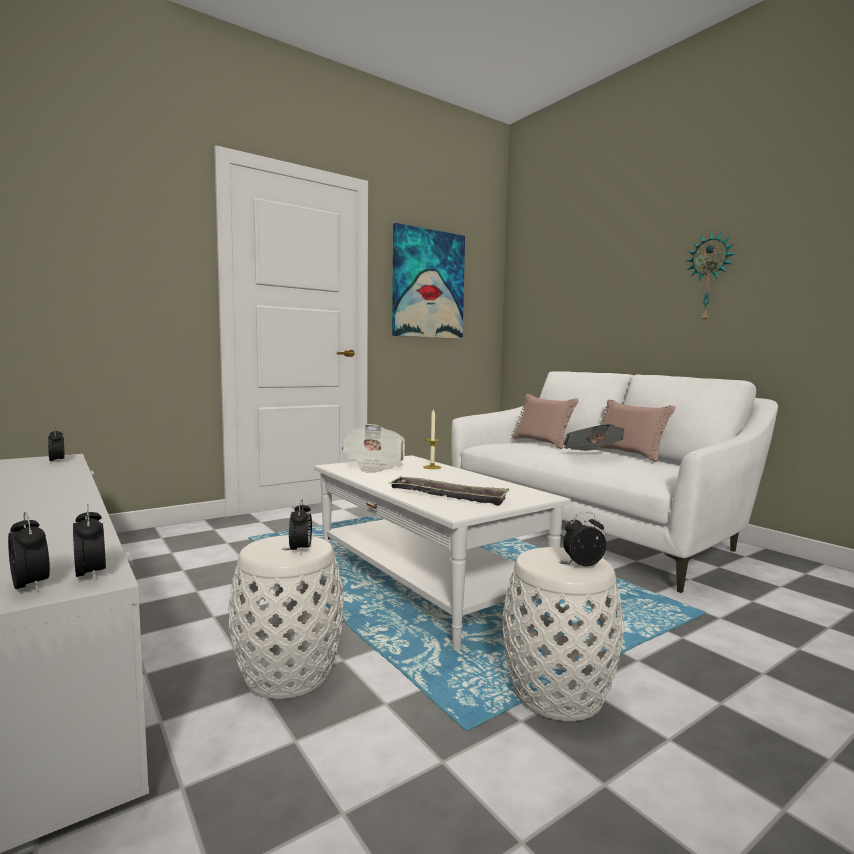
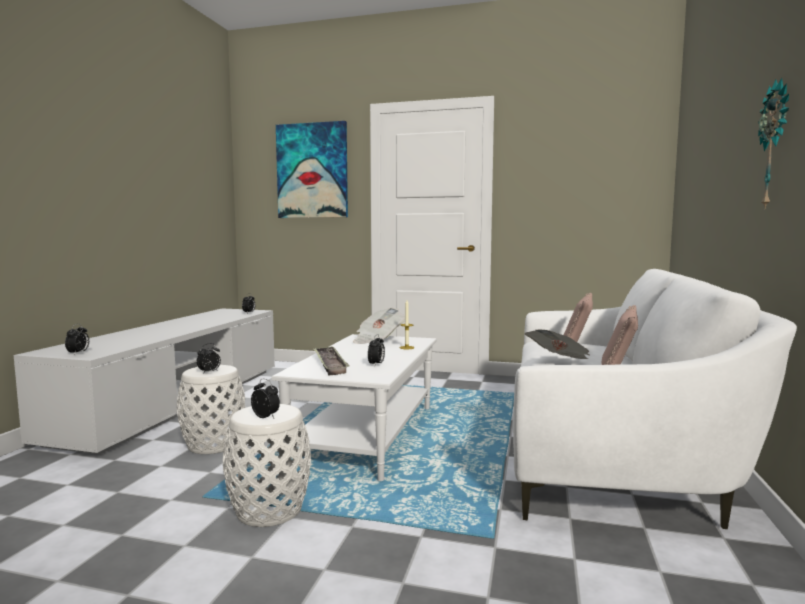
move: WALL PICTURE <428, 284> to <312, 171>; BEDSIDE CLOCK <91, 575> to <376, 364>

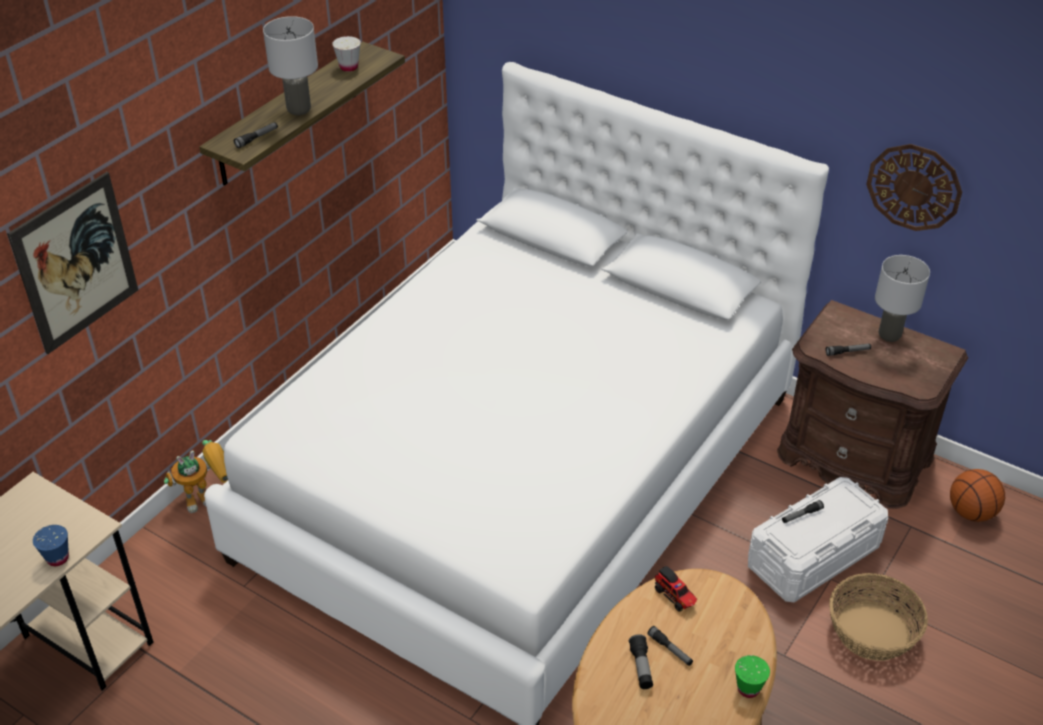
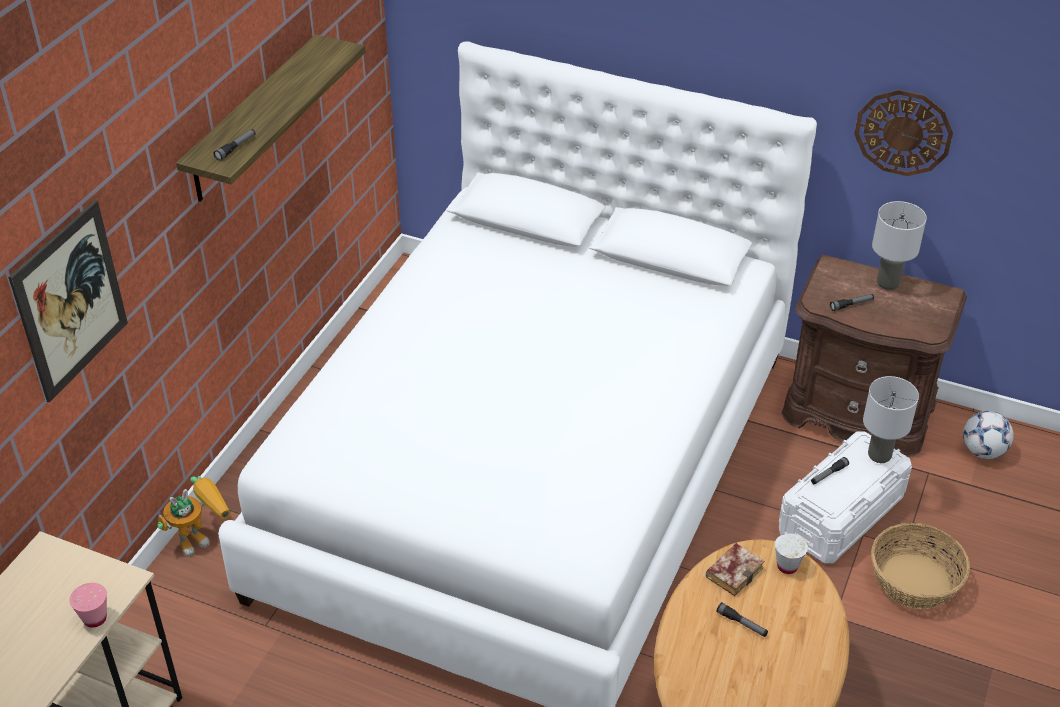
delete: FLASHLIGHT <641, 667>; GREEN CUP <748, 689>
move: WHITE-COLOURED CUP <348, 67> to <787, 566>; WHITE-COLOURED TABLE LAMP <299, 111> to <880, 457>
replace: MODEL TRUCK <675, 597> to VOLUME <734, 571>; BALL FOR BASKETBALL <971, 512> to FOOTBALL <983, 451>
recolor: BLUISH CUP <58, 558> to PINK CUP <95, 618>

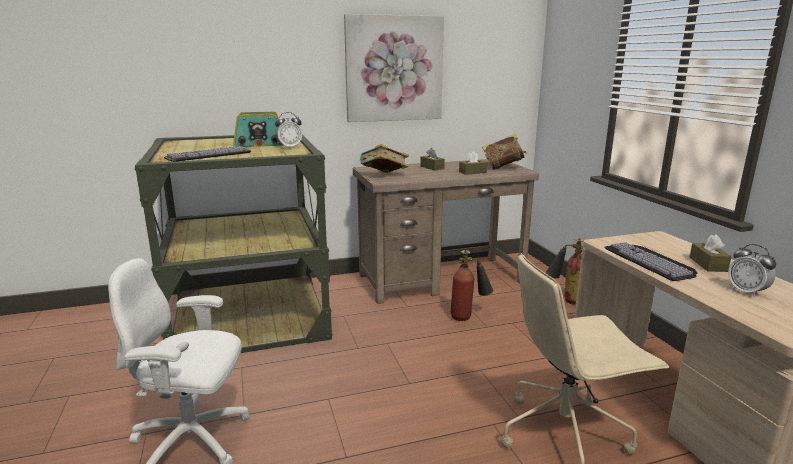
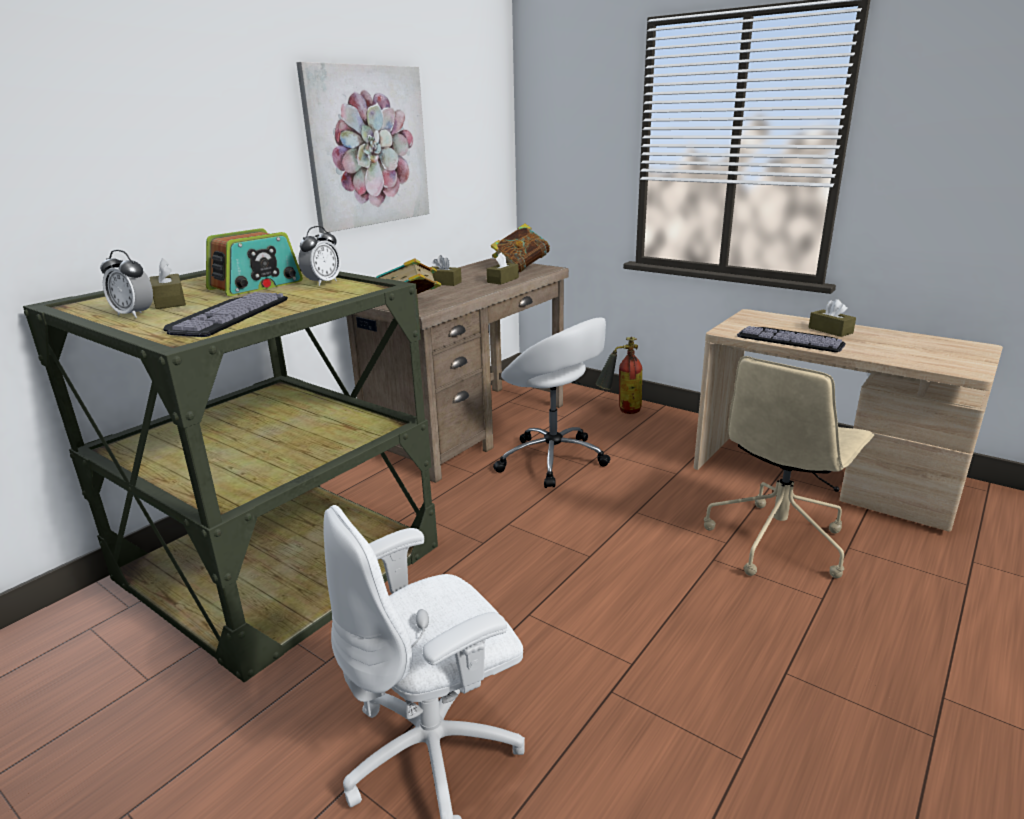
insert: BROWN-COLOURED TISSUE HOLDER <169, 301>
move: BEDSIDE CLOCK <746, 292> to <134, 314>
replace: FIRE-FIGHTING CYLINDER <468, 316> to WHITE-COLOURED OFFICE CHAIR <554, 460>

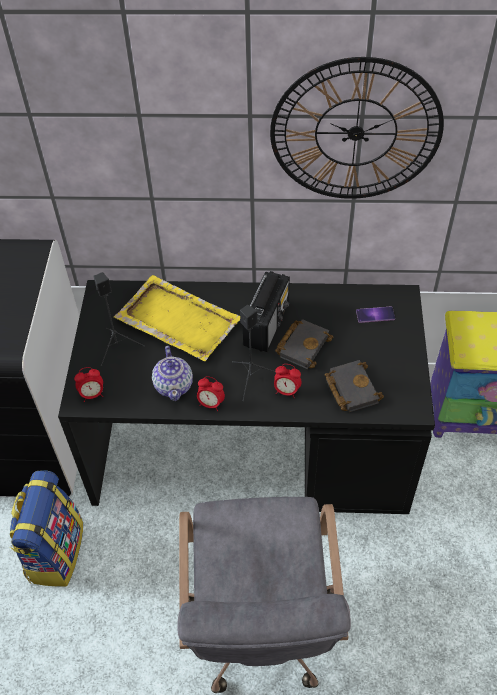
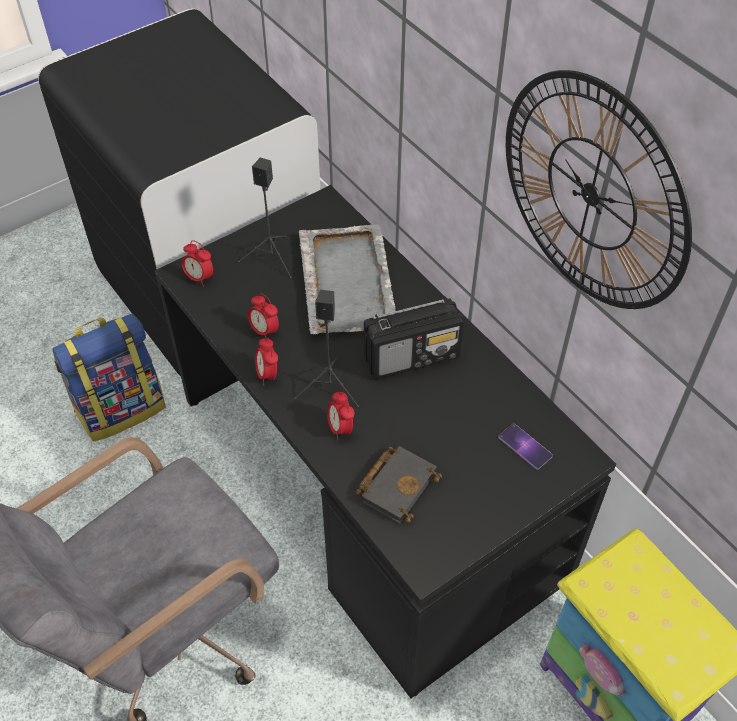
delete: BLACKISH VOLUME <302, 345>
replace: POT FOR TEA <174, 385> to BEDSIDE CLOCK <264, 331>
recolor: YELLOW-COLOURED TRAY <177, 320> to GREY TRAY <347, 281>

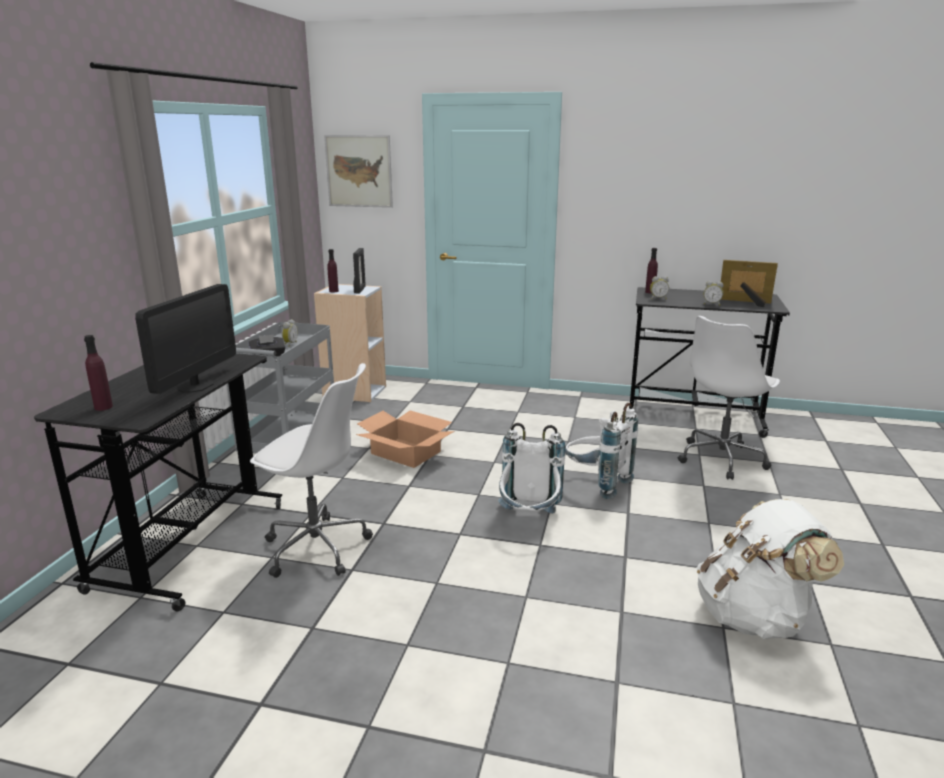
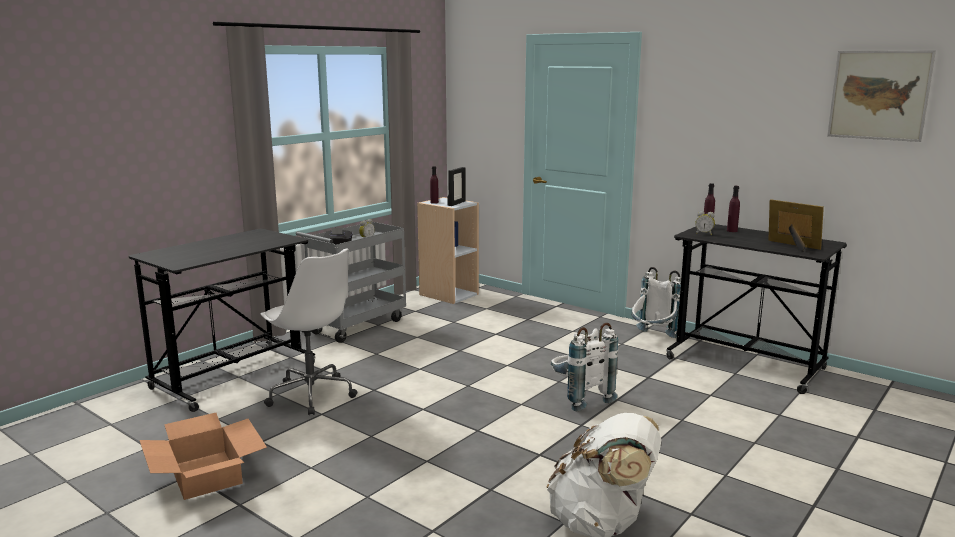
delete: MONITOR <195, 386>; WHITE-COLOURED OFFICE CHAIR <720, 460>; BEDSIDE CLOCK <712, 304>
move: CARTON <406, 452> to <206, 474>; WHITE-COLOURED RUCKSACK <529, 520> to <653, 338>; PURPLE-COLOURED BEVERAGE BOTTLE <103, 407> to <732, 231>; WALL PICTURE <359, 171> to <879, 95>

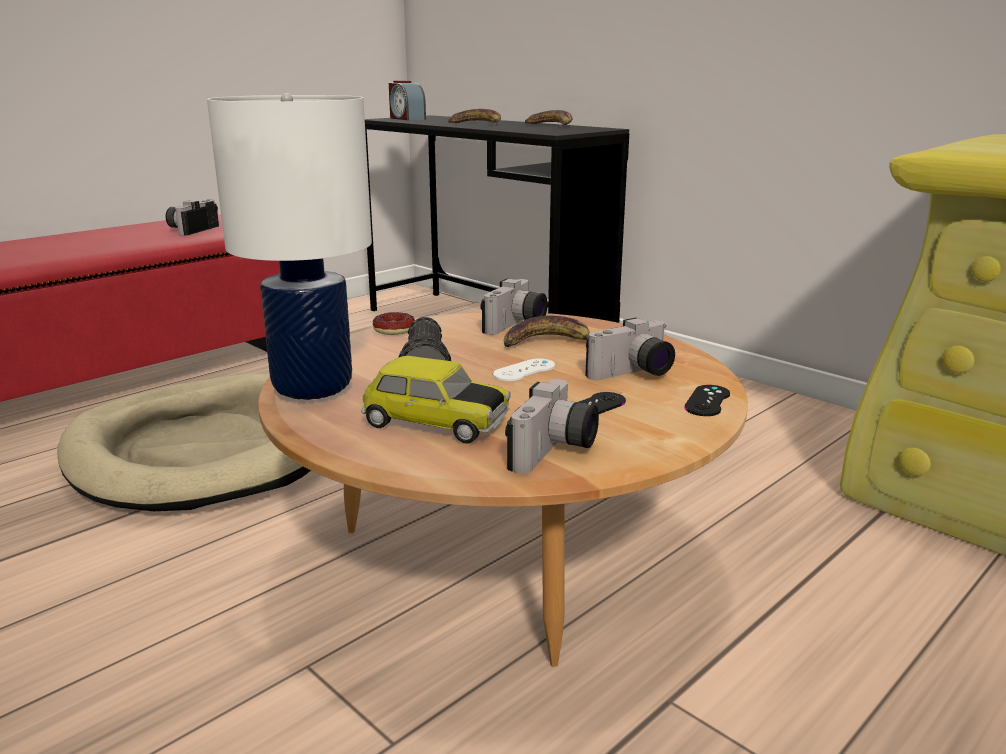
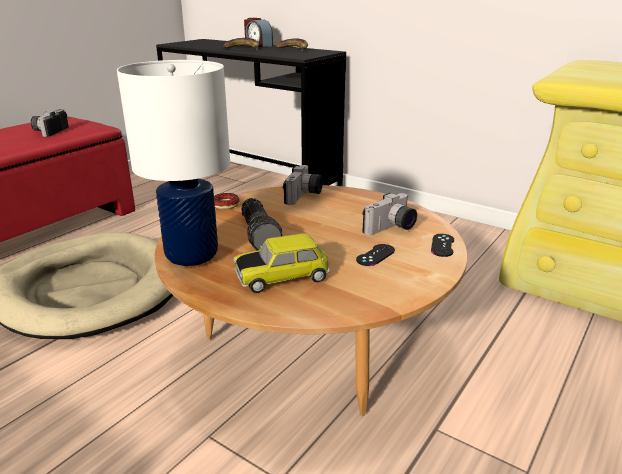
delete: WHITE-COLOURED JOYPAD <524, 370>; WHOLE BANANA <548, 343>; STILL CAMERA <555, 452>
move: BEDSIDE CLOCK <406, 118> to <258, 45>
rotate: MINIATURE CAR <434, 423> = <282, 276> 150 degrees clockwise

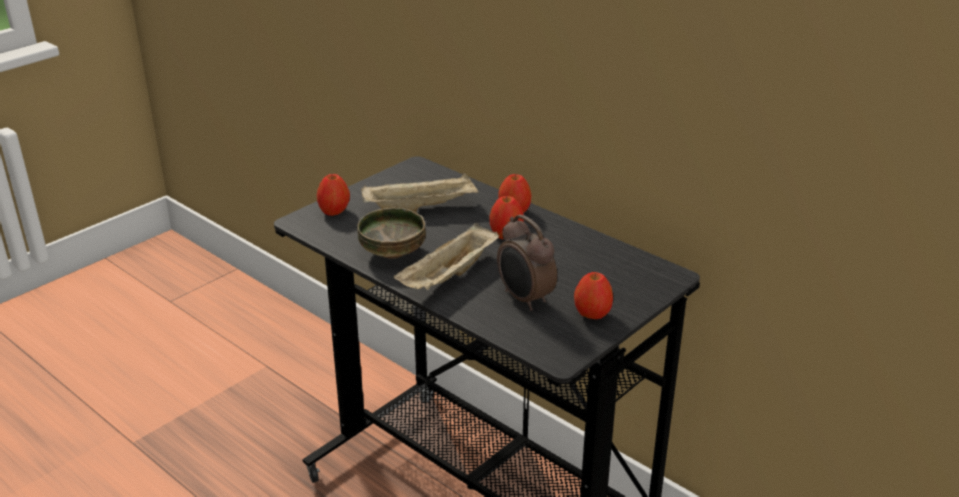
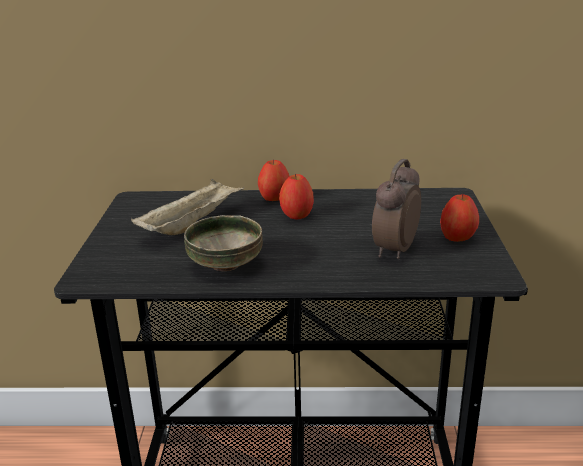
delete: APPLE FRUIT <334, 212>; BEIGE-COLOURED TRAY <449, 277>
rotate: BEDSIDE CLOCK <524, 299> = <393, 250> 105 degrees clockwise

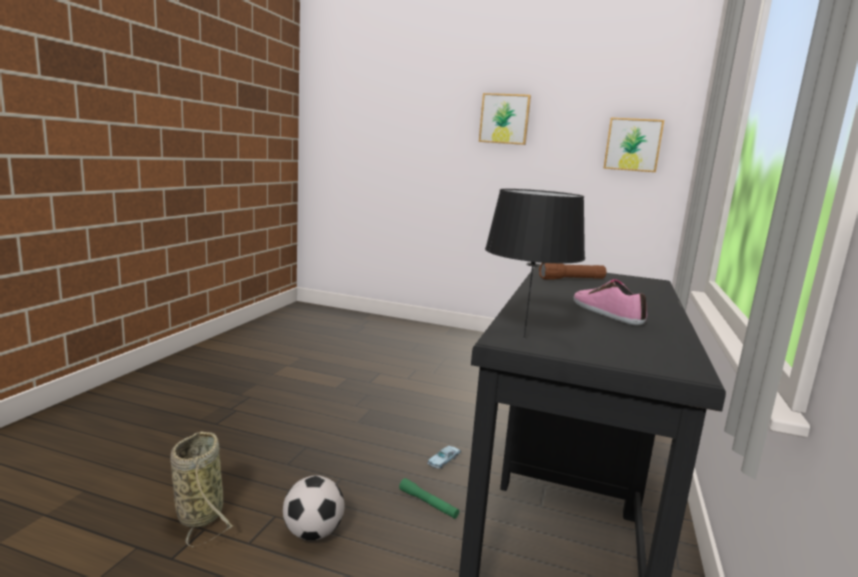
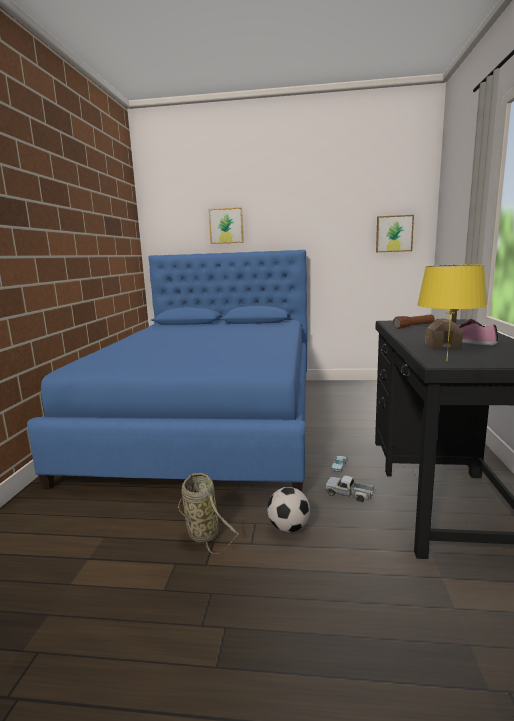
insert: BLUISH BED <210, 419>; MINIATURE HOUSE <442, 346>
move: WALL PICTURE <504, 119> to <226, 226>
replace: GREEN FLASHLIGHT <428, 504> to MODEL TRUCK <349, 494>
recolor: BLACKISH TABLE LAMP <524, 337> to YELLOW-COLOURED TABLE LAMP <446, 361>

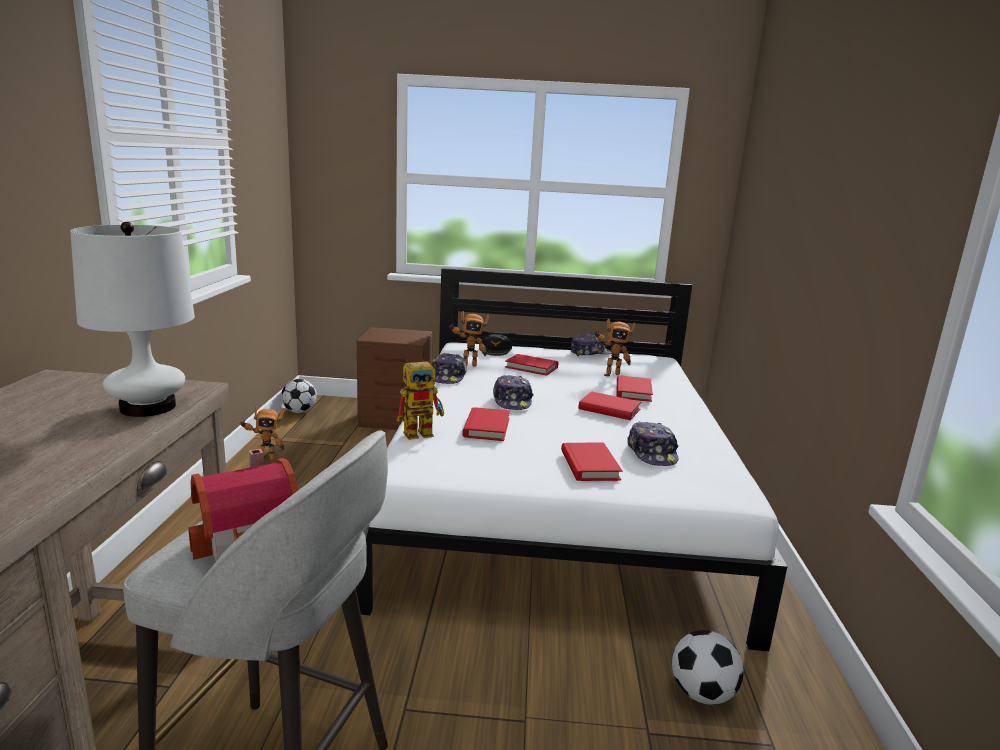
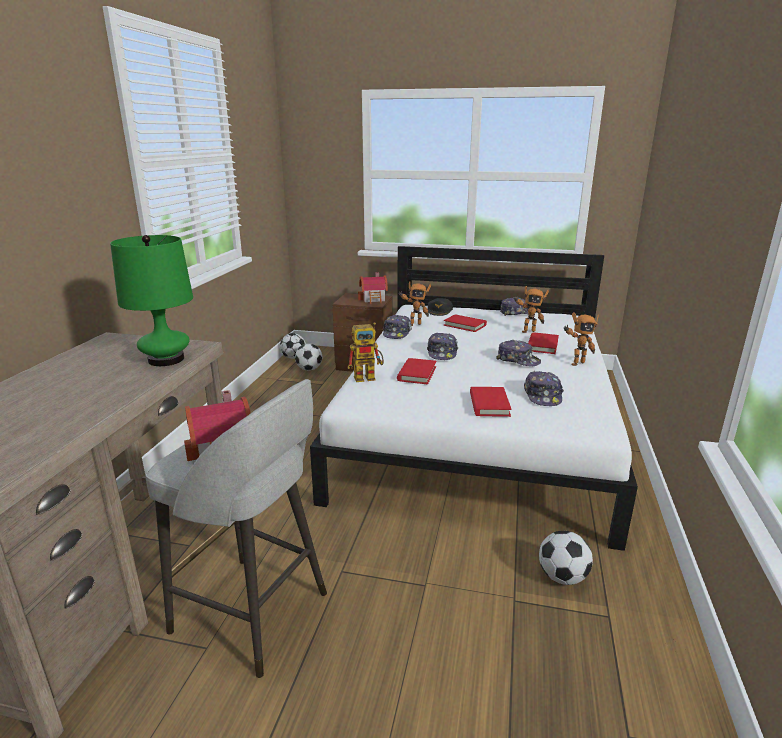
insert: FOOTBALL <309, 369>; MINIATURE HOUSE <374, 299>
move: TOY ROBOT <265, 460> to <576, 363>
replace: RED-COLOURED VOLUME <609, 409> to CAP <518, 360>
recolor: WHITE-COLOURED TABLE LAMP <148, 407> to GREEN TABLE LAMP <166, 359>

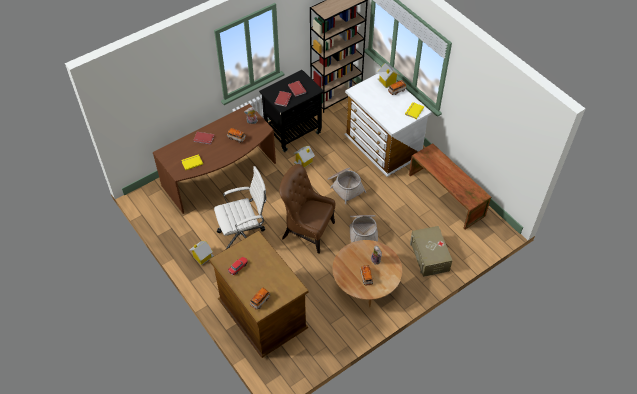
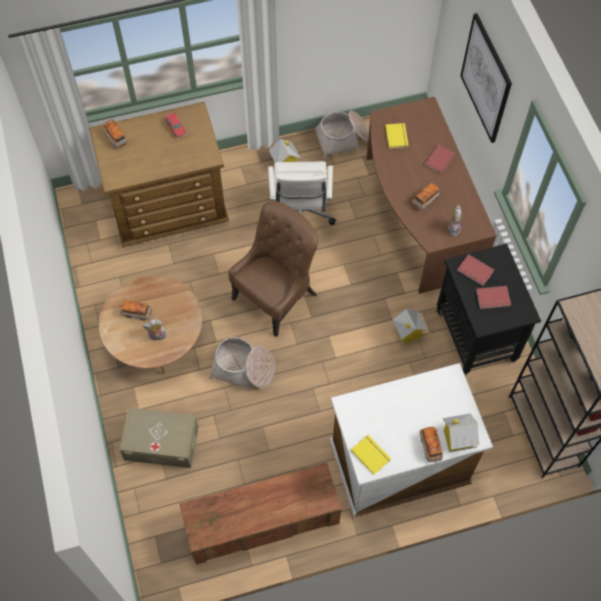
insert: WALL PICTURE <486, 78>
move: STORAGE BASKET <345, 187> to <343, 139>

